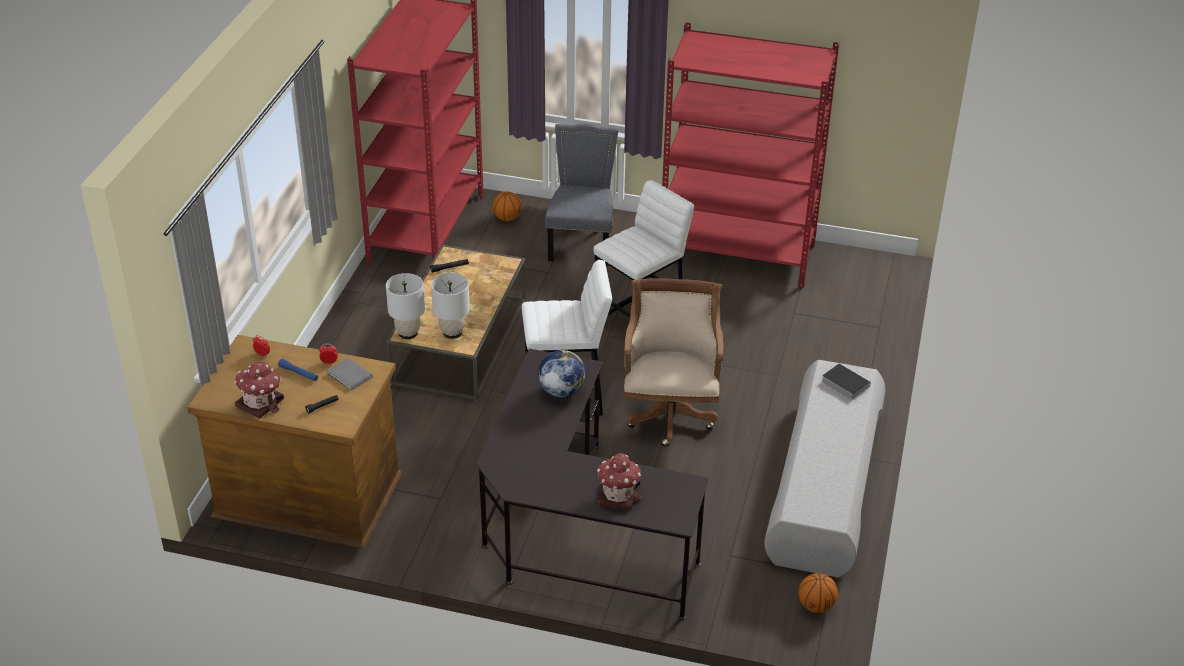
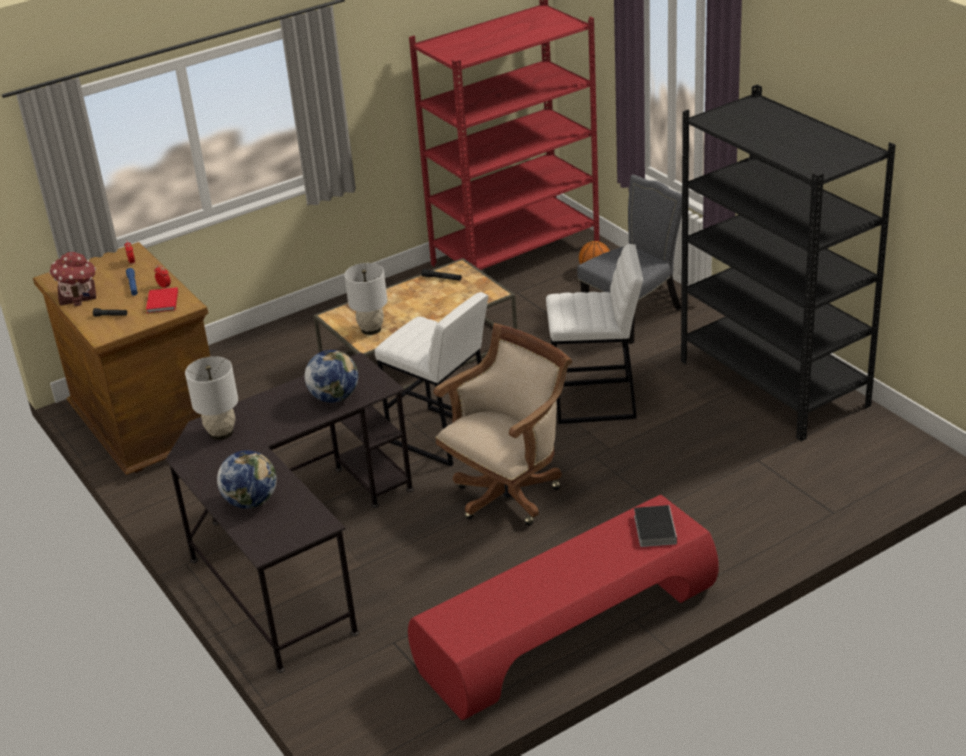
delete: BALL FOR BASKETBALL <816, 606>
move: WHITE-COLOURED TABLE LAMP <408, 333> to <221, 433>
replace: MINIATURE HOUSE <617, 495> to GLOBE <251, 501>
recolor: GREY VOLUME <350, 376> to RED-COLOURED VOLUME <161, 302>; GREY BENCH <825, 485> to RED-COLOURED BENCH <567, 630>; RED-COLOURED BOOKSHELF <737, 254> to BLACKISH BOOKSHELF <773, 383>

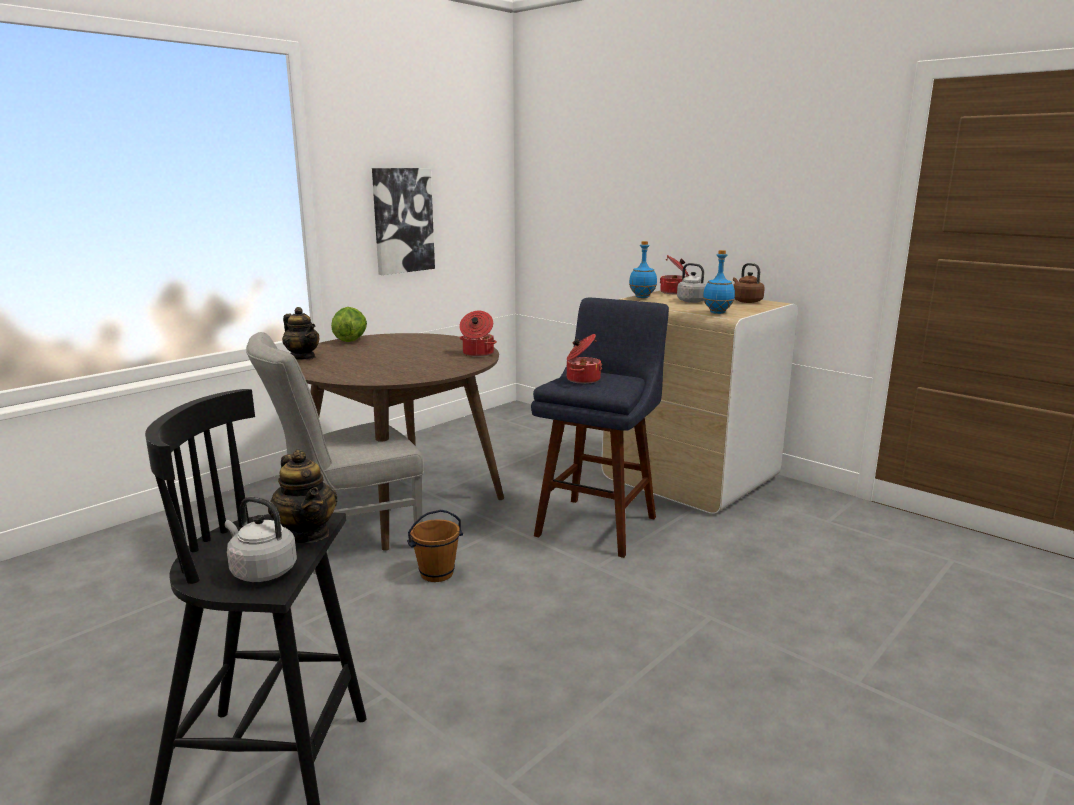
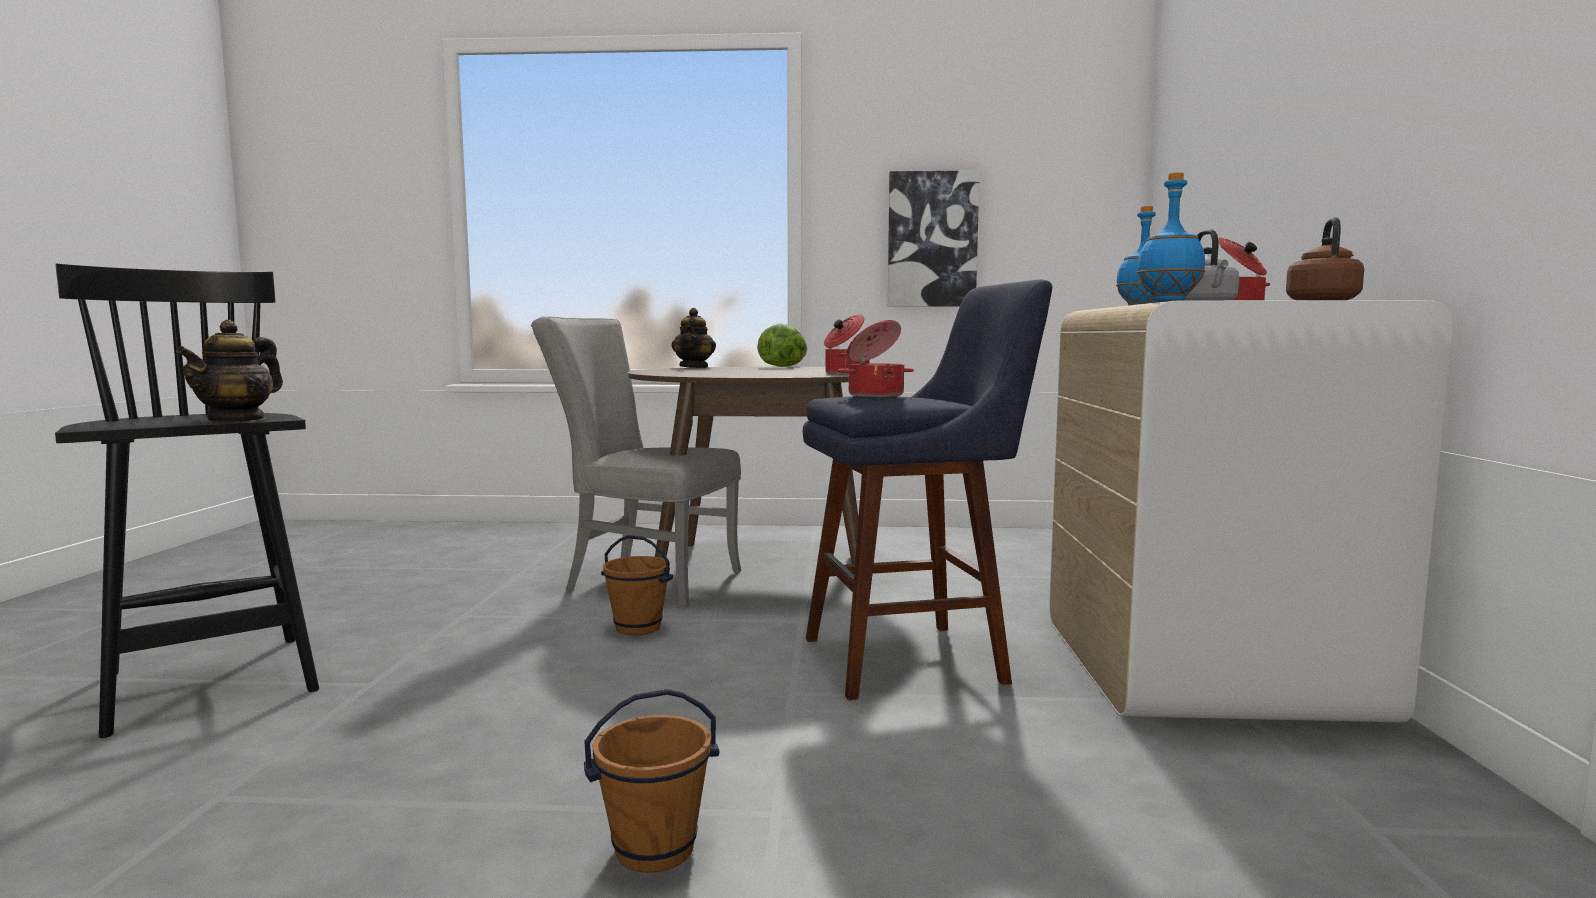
delete: GREY KETTLE <261, 571>
insert: BROWN-COLOURED PAIL <655, 850>

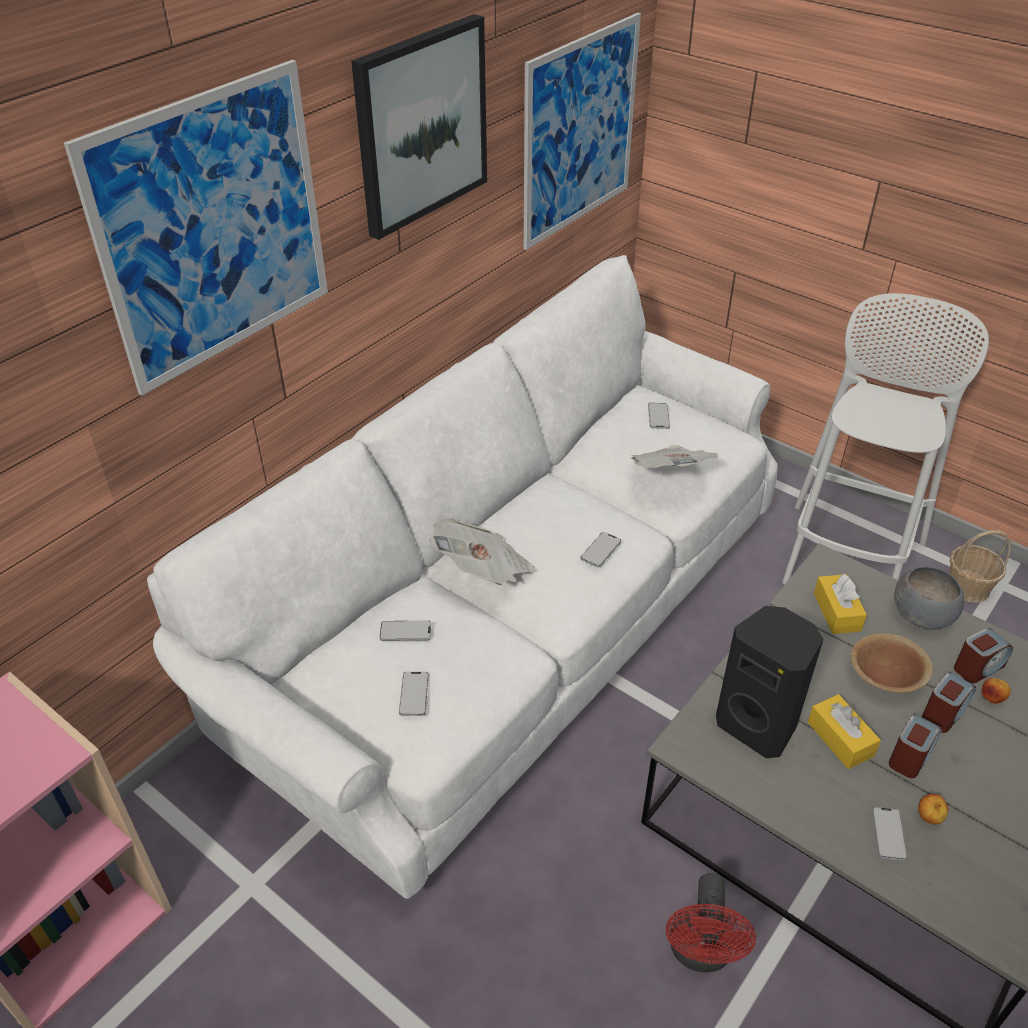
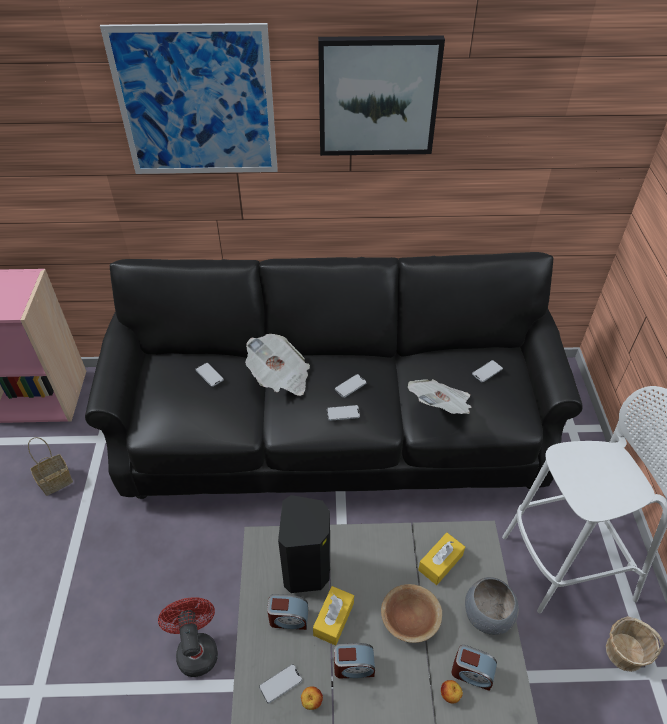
delete: WALL PICTURE <580, 131>
insert: STORAGE BASKET <56, 480>
move: BEDSIDE CLOCK <943, 713> to <288, 618>; TELEPHONE <414, 694> to <350, 386>
recolor: WHITE-COLOURED SOFA <513, 625> to BLACKISH SOFA <333, 429>
rotate: RED-COLOURED FAN <701, 954> = <196, 648> 105 degrees clockwise

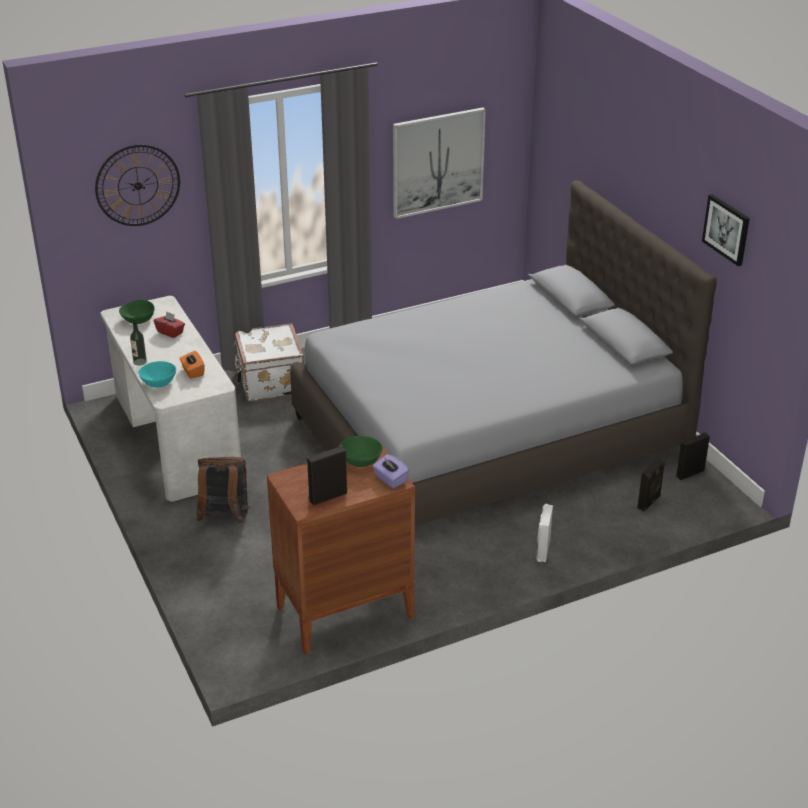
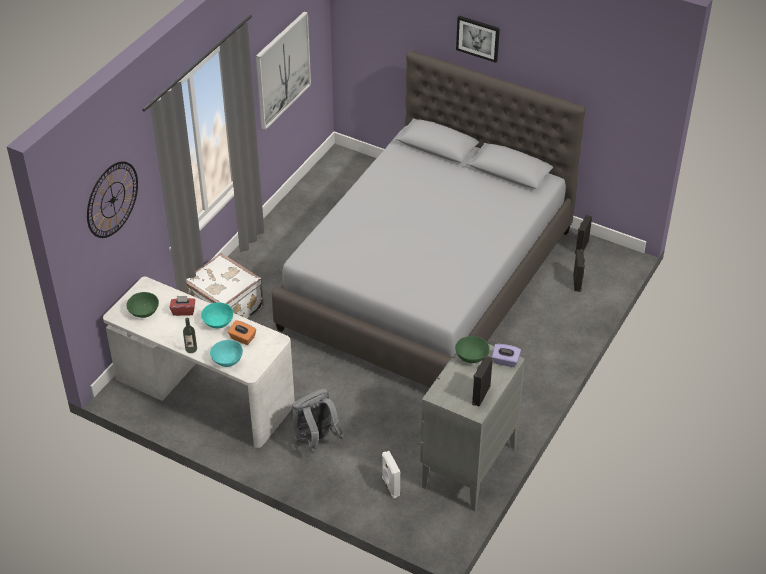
insert: TURQUOISE DEEP DISH <218, 322>
move: WHITE-COLOURED LOUDSPEAKER <542, 551> to <390, 487>; WALL PICTURE <727, 229> to <478, 38>
recolor: BROWN-COLOURED RUCKSACK <225, 519> to GREY RUCKSACK <315, 441>; BROWN-COLOURED DRAWER CHEST <343, 611> to GREY DRAWER CHEST <467, 466>

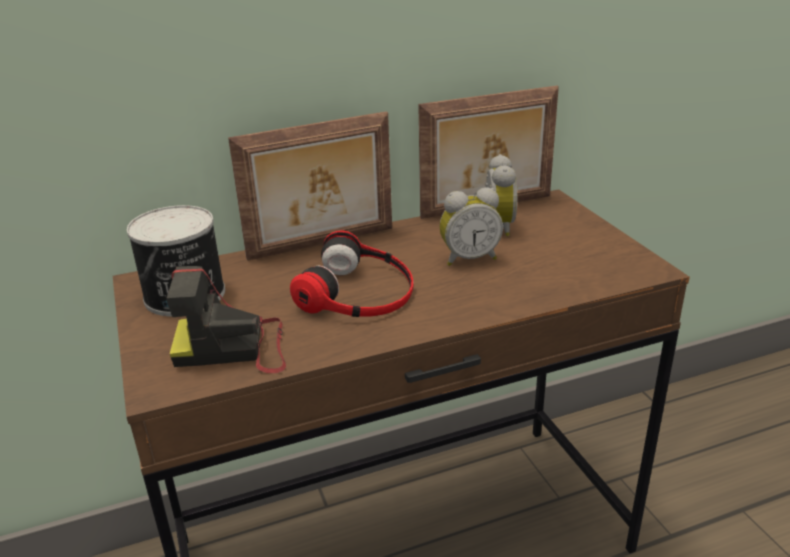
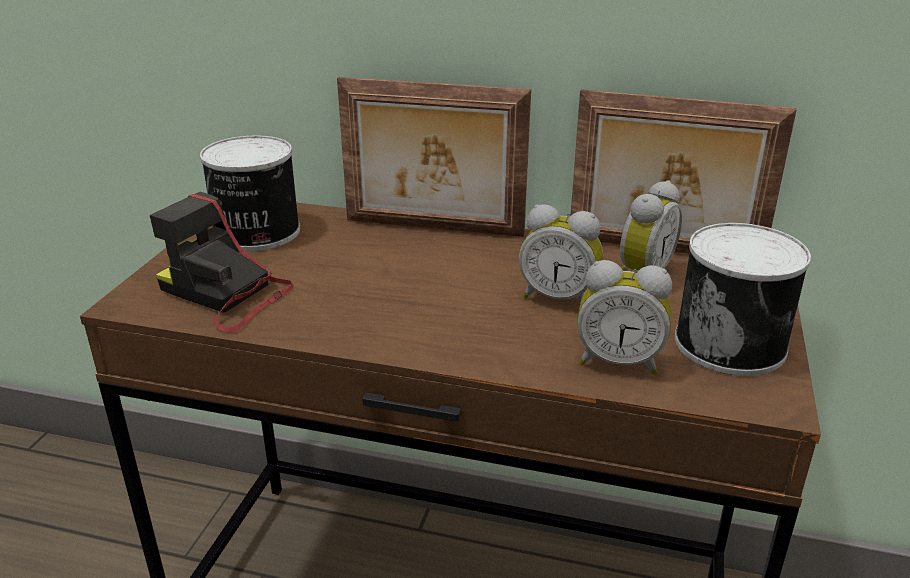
delete: HEADPHONES <359, 291>
insert: BEDSIDE CLOCK <618, 361>; METAL CAN <732, 343>

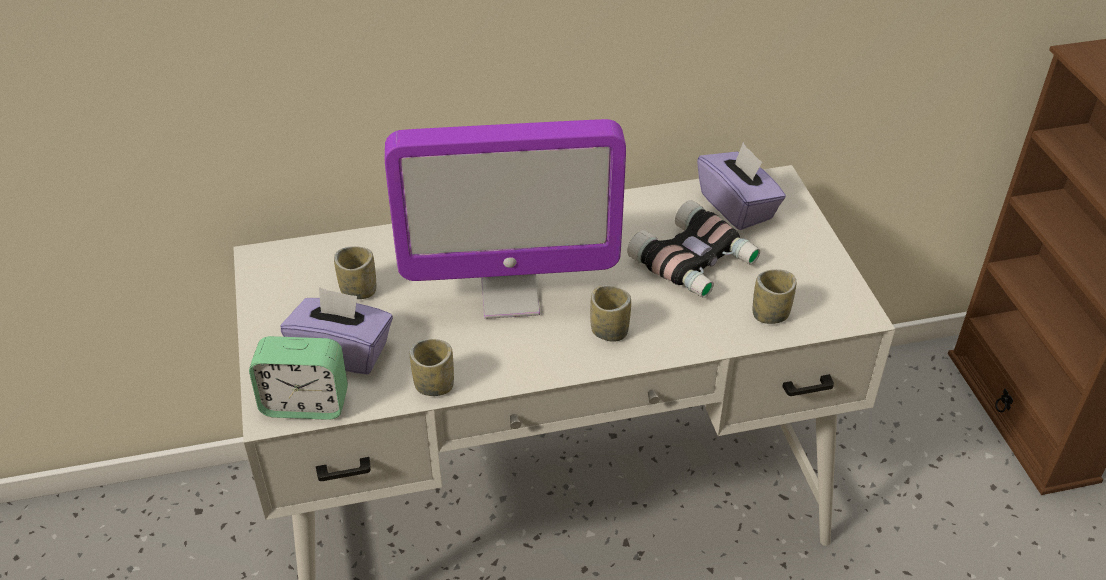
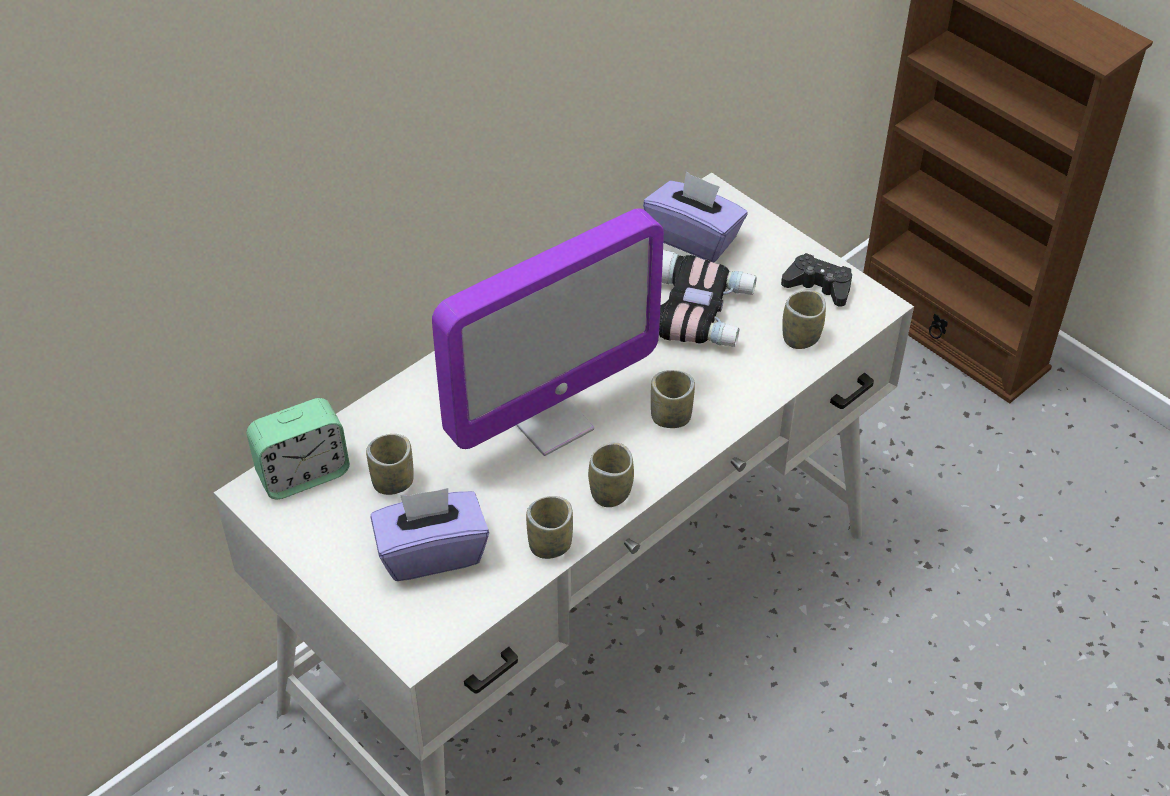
insert: CUP <610, 492>; BLACKISH JOYPAD <818, 286>
move: BEDSIDE CLOCK <305, 404> to <303, 474>

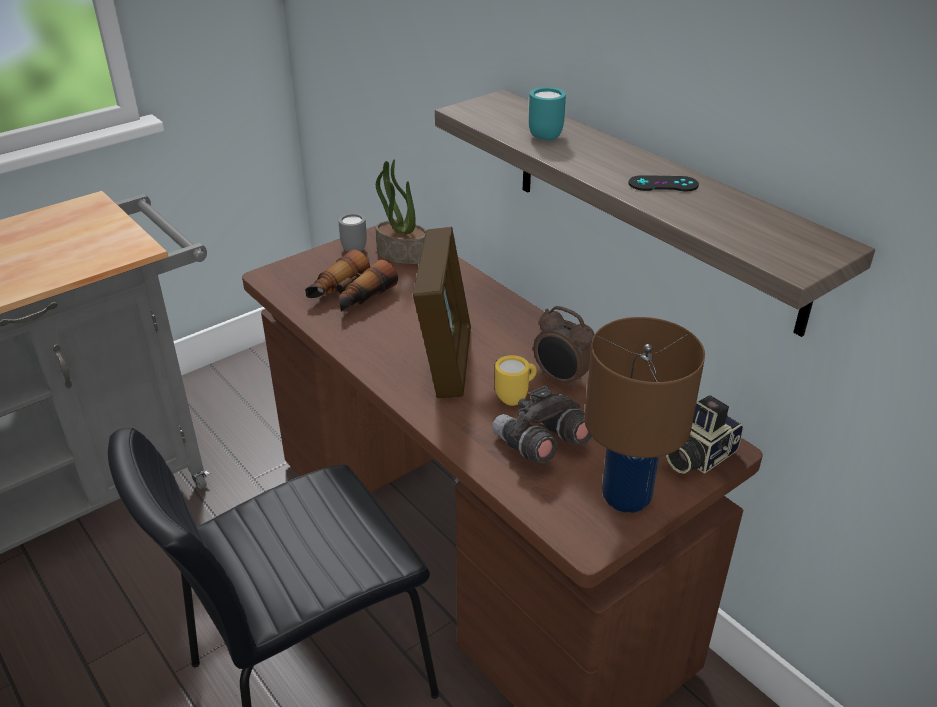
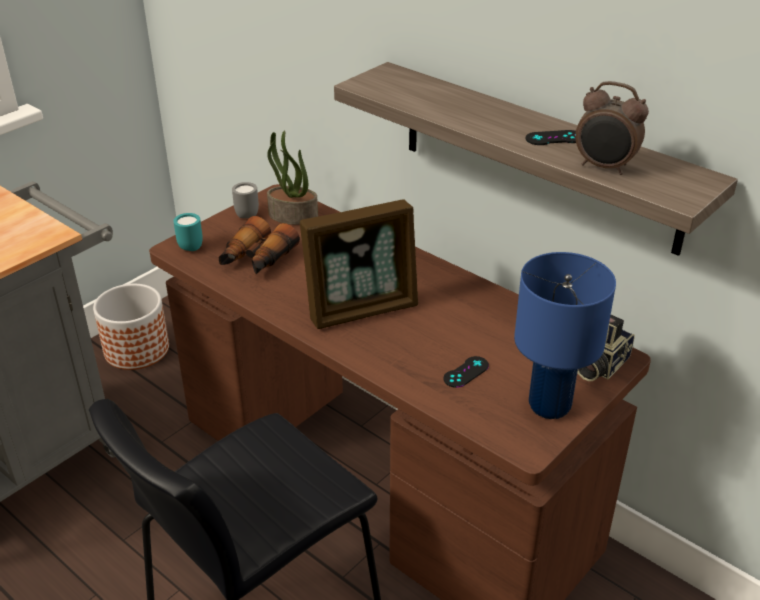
delete: YELLOW-COLOURED MUG <515, 398>
insert: PLANT POT <137, 349>
move: TURQUOISE MUG <548, 135> to <193, 245>; BEDSIDE CLOCK <561, 379> to <604, 167>
replace: GREY FIELD GLASSES <540, 445> to BLACKISH JOYPAD <466, 372>
recolor: BROWN-COLOURED TABLE LAMP <629, 498> to BLUISH TABLE LAMP <552, 407>
rotate: PHOTO FRAME <445, 361> = <362, 309> 75 degrees clockwise

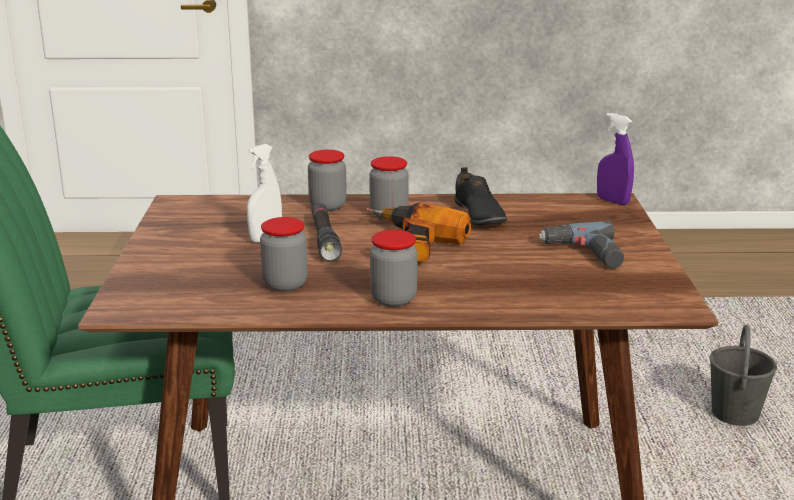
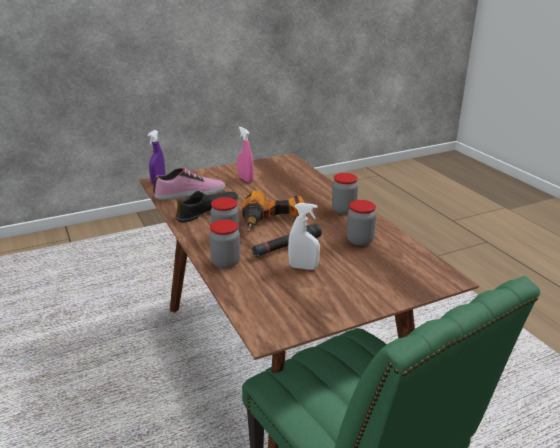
delete: GREY PAIL <735, 414>
insert: ITEM OF FOOTWEAR <190, 193>
replace: DRILL <584, 254> to PINK HAND SPRAYER <245, 179>

